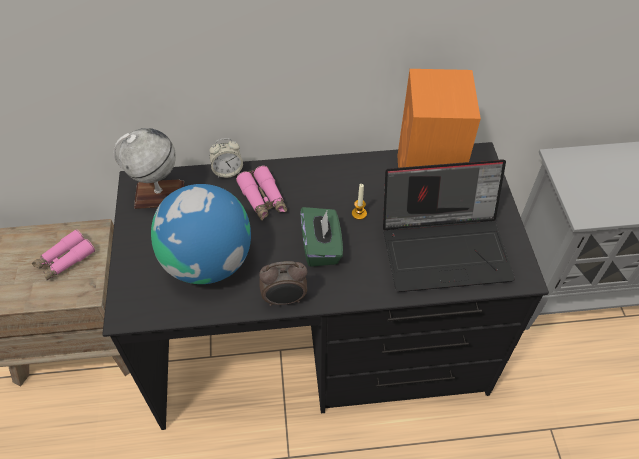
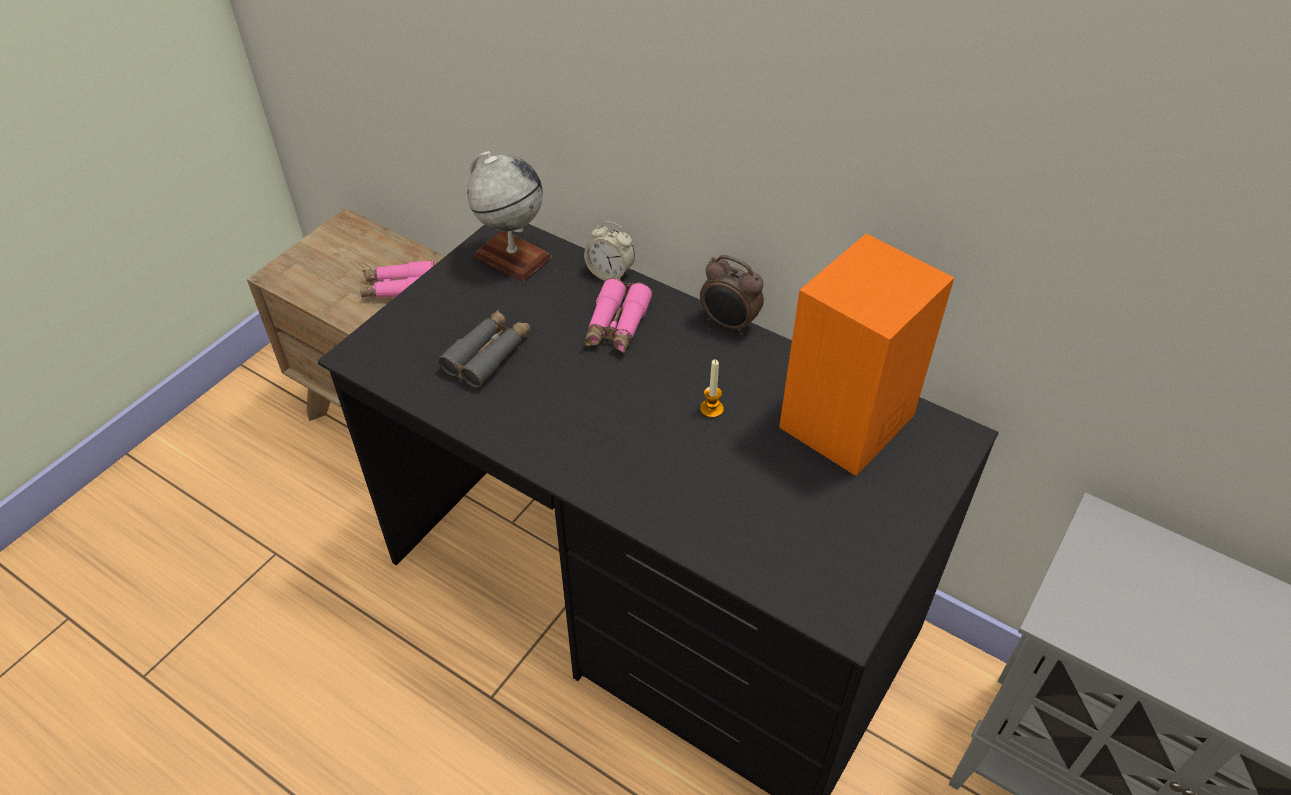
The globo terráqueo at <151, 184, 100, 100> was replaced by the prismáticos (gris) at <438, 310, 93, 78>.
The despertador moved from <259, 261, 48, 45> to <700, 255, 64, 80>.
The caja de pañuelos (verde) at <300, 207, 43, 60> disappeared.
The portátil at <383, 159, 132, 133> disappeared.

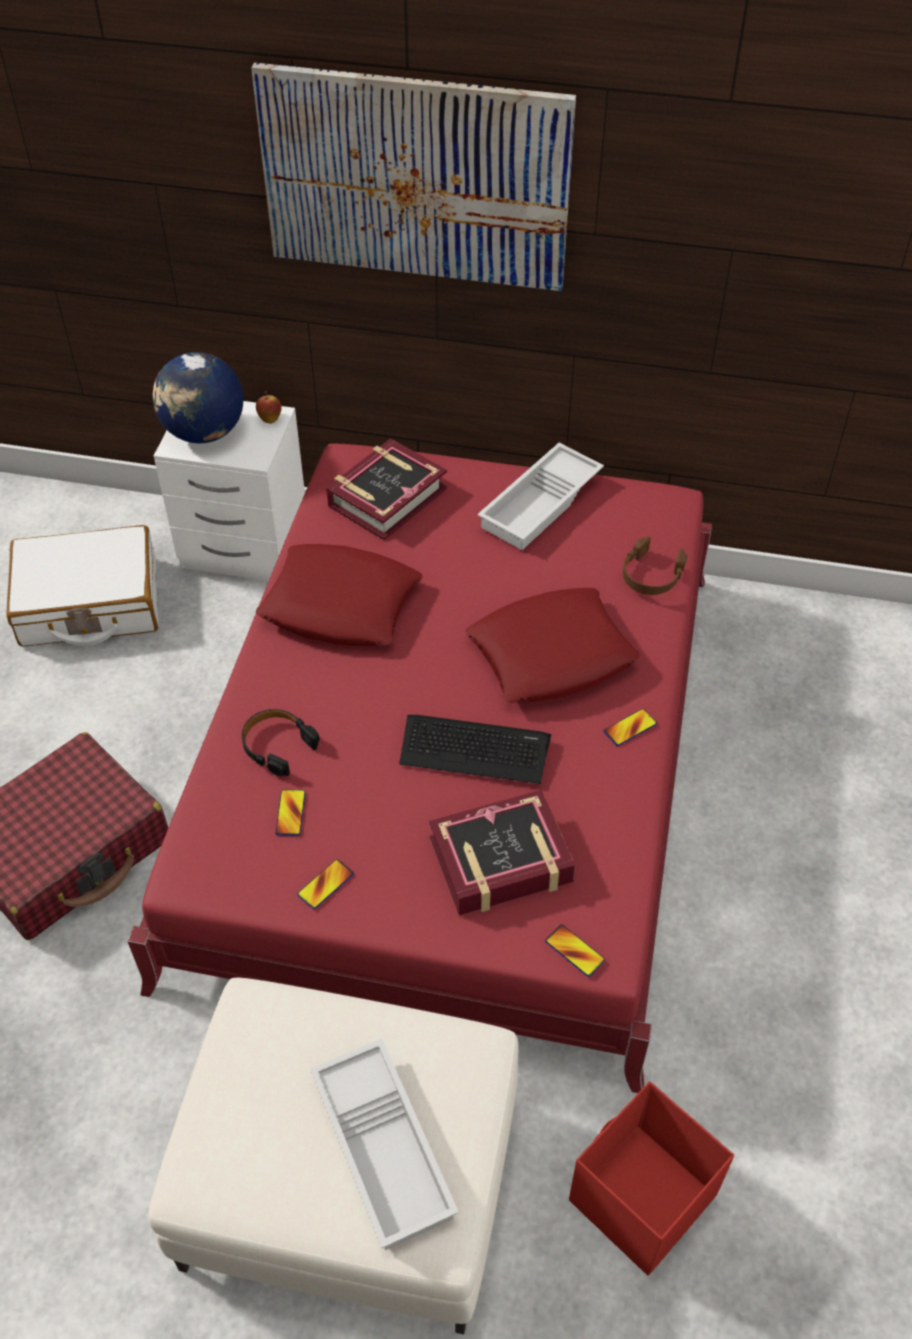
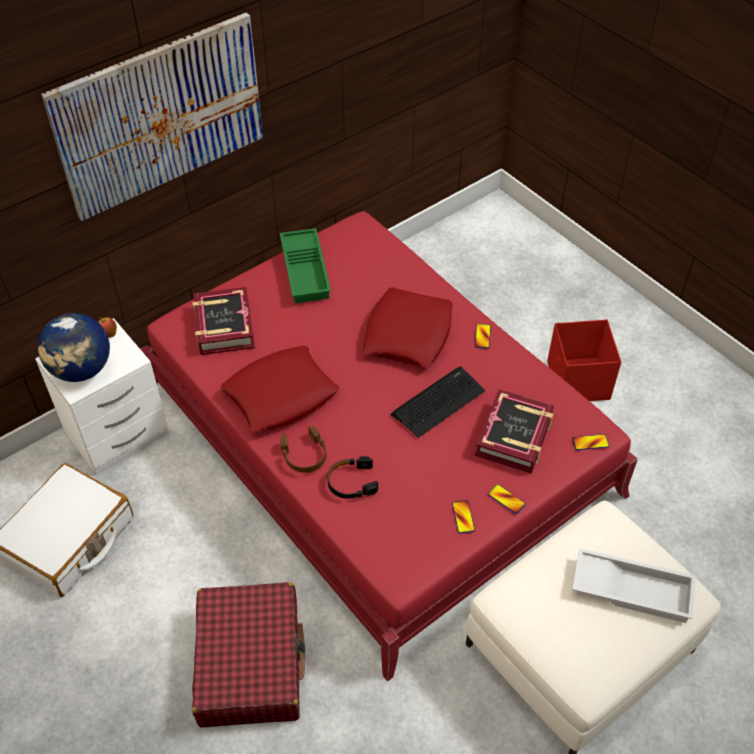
The móvil moved from <275, 789, 31, 47> to <488, 484, 38, 30>.
The bandeja (blanco) at <477, 443, 127, 107> became the bandeja (verde) at <280, 228, 51, 75>.
The caja de almacenaje (rojo) moved from <569, 1081, 165, 195> to <547, 319, 74, 82>.
The auriculares (marrón) moved from <623, 536, 64, 59> to <280, 426, 47, 47>.

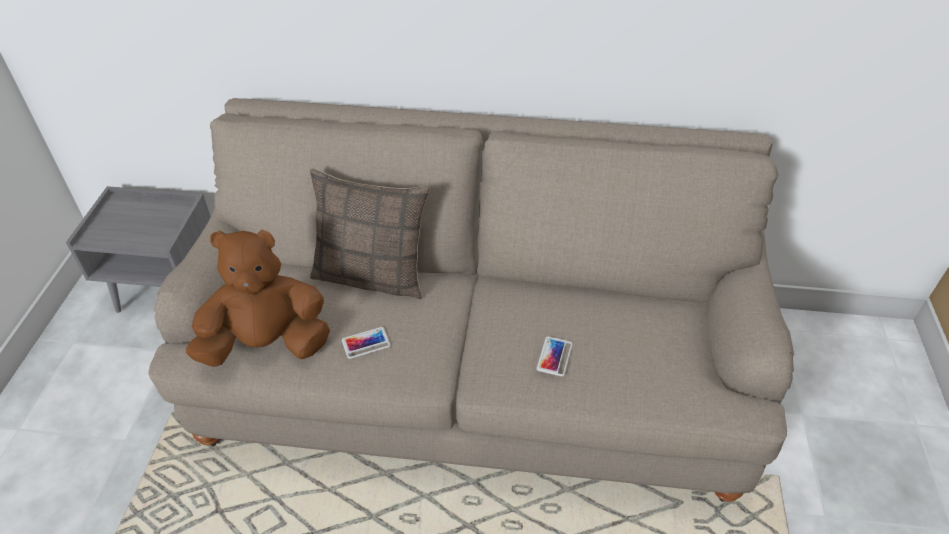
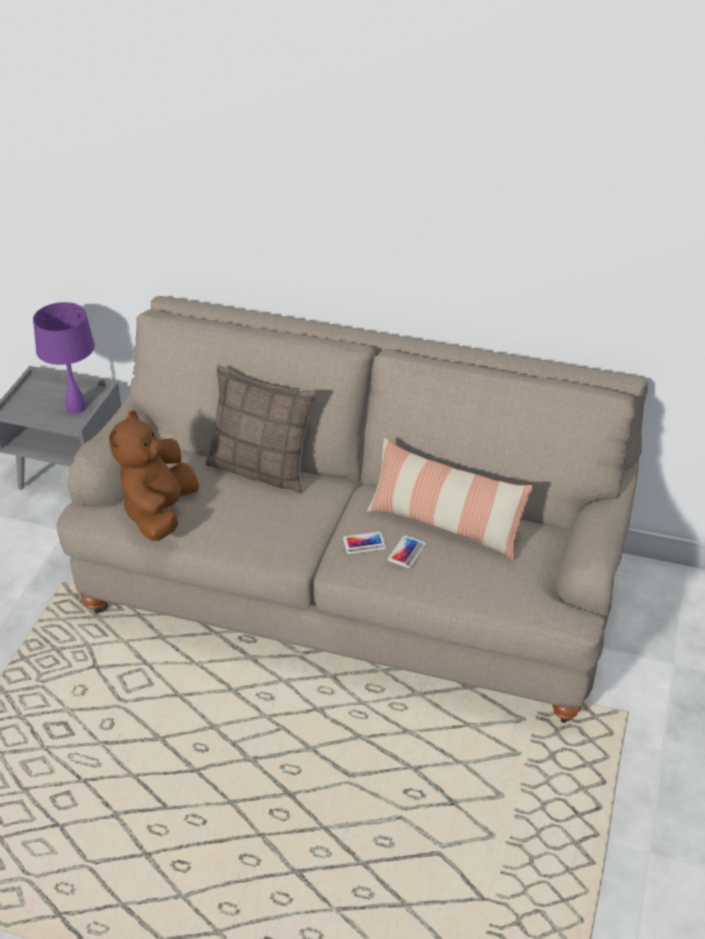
The peluche (marrón) at <186, 230, 144, 137> turned 75 degrees counterclockwise.
The móvil moved from <342, 327, 49, 32> to <343, 532, 43, 22>.
The lámpara de mesa (morado) at <33, 302, 62, 112> appeared.
The cojín at <367, 438, 166, 122> appeared.

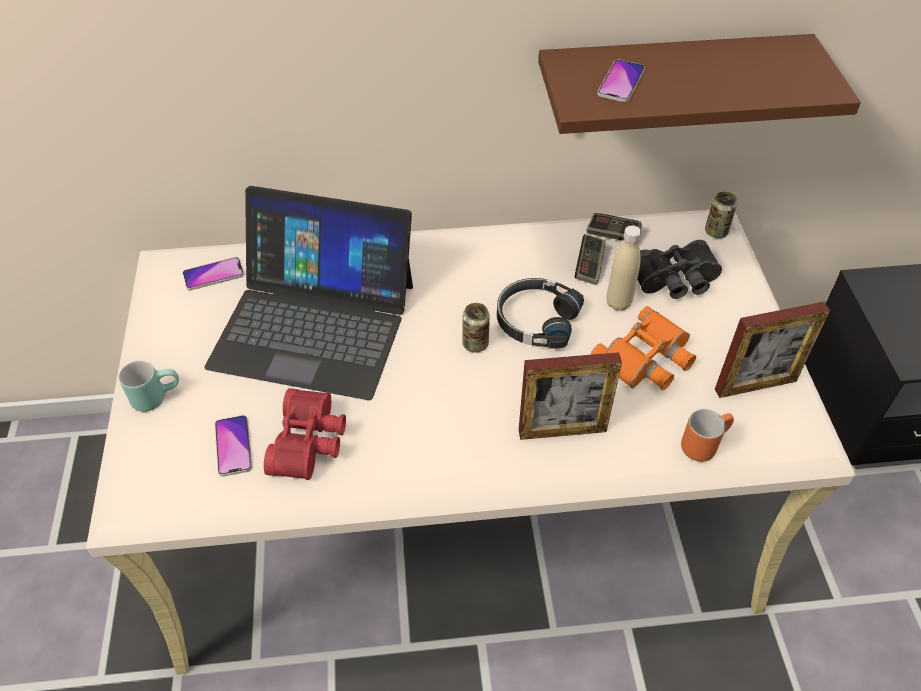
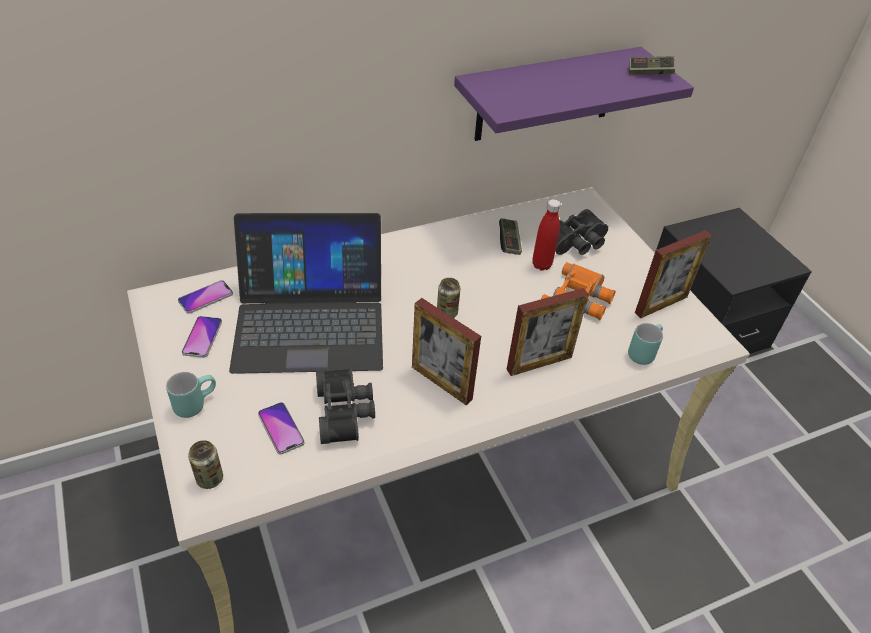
The prismáticos (rojo) at <264, 388, 82, 92> became the prismáticos (negro) at <316, 369, 59, 75>.
The auriculares (negro) at <497, 278, 87, 71> disappeared.
The estante (marrón) at <538, 34, 323, 100> became the estante (morado) at <454, 47, 240, 94>.
The mando de consola moved from <587, 213, 55, 28> to <629, 57, 46, 18>.
The móvil moved from <597, 59, 48, 43> to <182, 316, 40, 42>.
The botella (beis) at <606, 225, 36, 86> became the botella (rojo) at <532, 199, 29, 72>.
The taza grande (naranja) at <681, 409, 53, 53> became the taza grande (turquesa) at <628, 323, 35, 42>.
The lata moved from <705, 192, 32, 46> to <188, 440, 35, 49>.
The portarretratos at <412, 298, 69, 107> appeared.

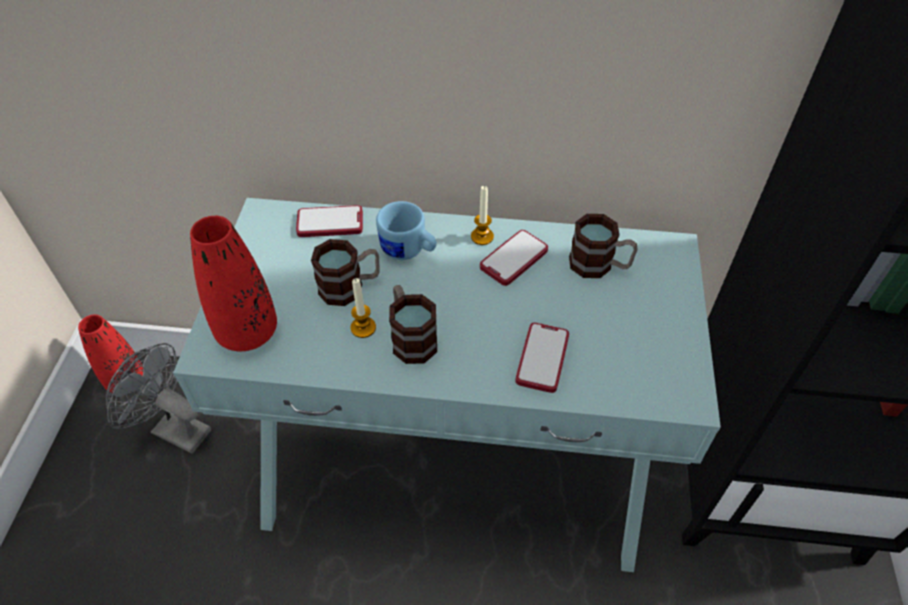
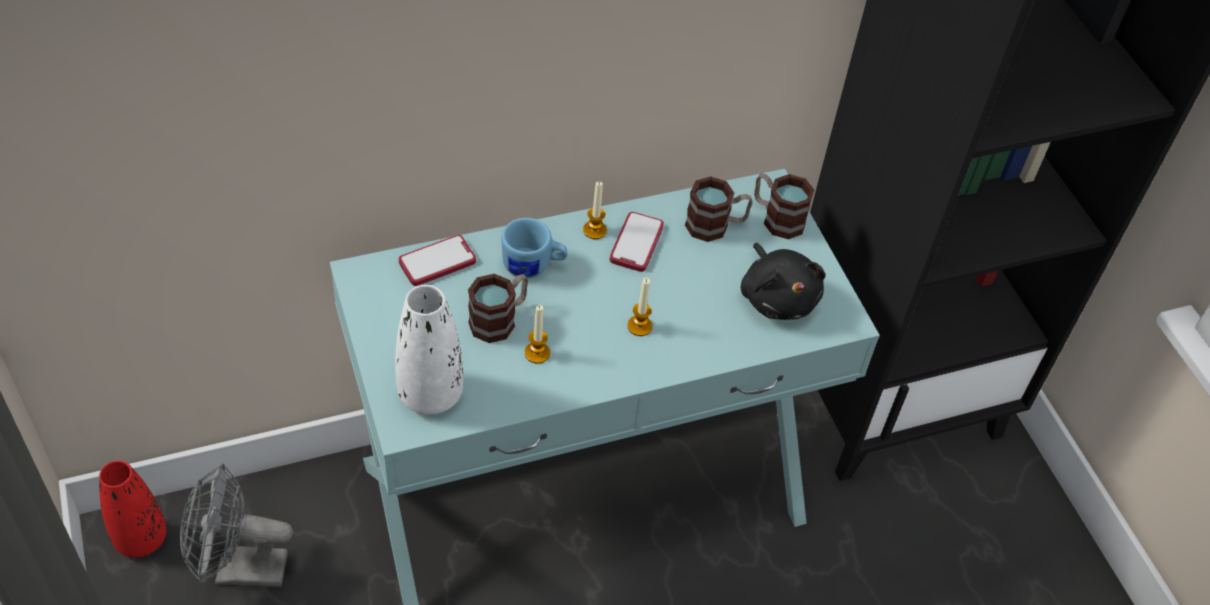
The florero (rojo) at <190, 216, 87, 135> became the florero (blanco) at <395, 285, 68, 130>.
The taza grande moved from <389, 285, 48, 79> to <754, 173, 60, 66>.
The móvil at <515, 323, 54, 70> disappeared.
The vela at <627, 278, 26, 58> appeared.
The peluche (negro) at <741, 243, 85, 77> appeared.

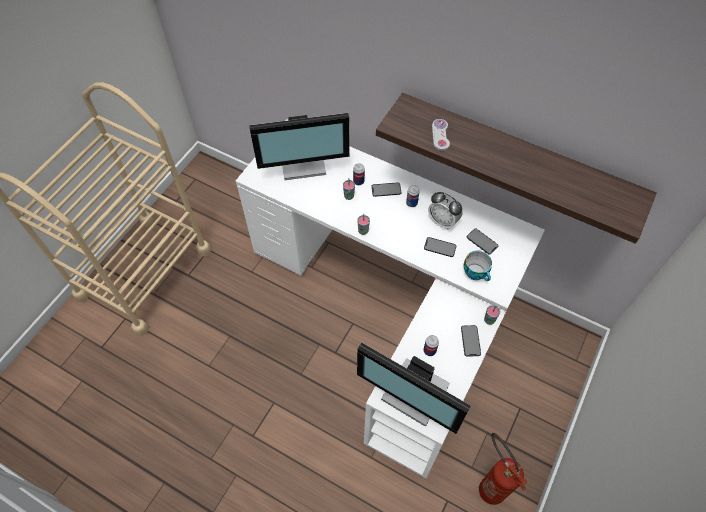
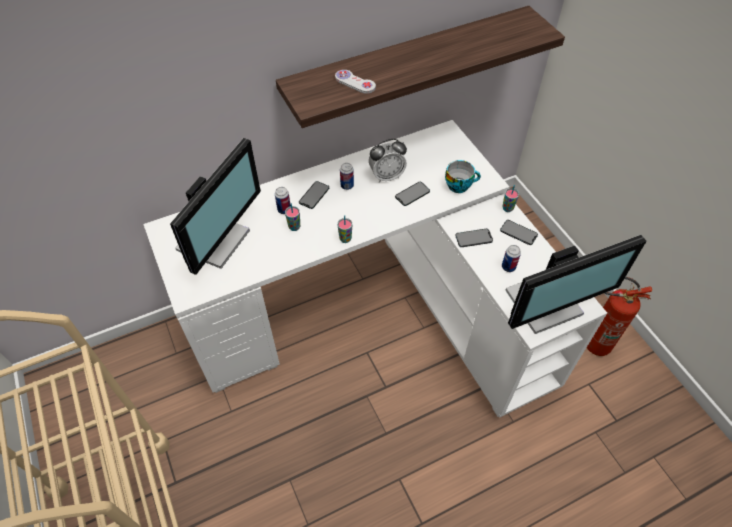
The móvil moved from <467, 228, 31, 27> to <455, 229, 38, 18>.

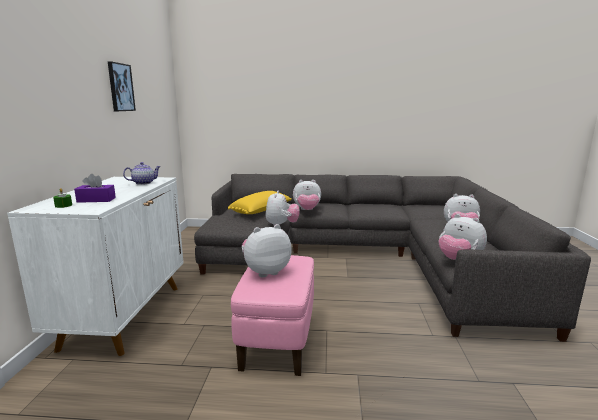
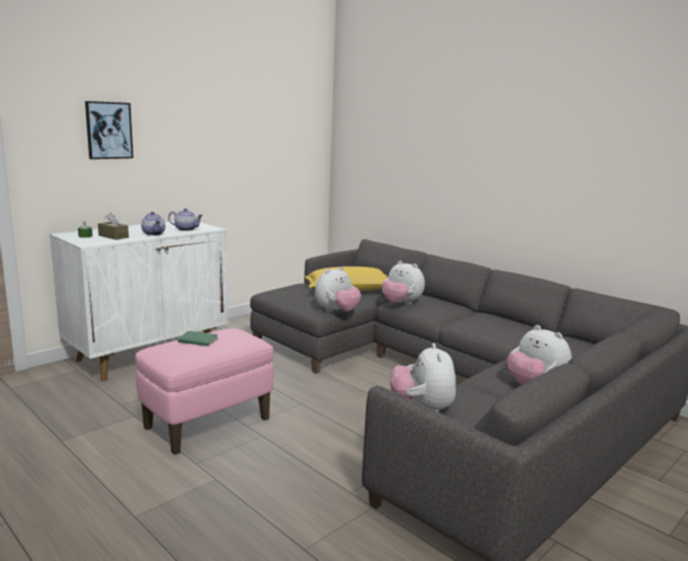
The caja de pañuelos (morado) at <74, 174, 42, 29> became the caja de pañuelos (marrón) at <98, 213, 31, 27>.
The cuadro moved from <108, 61, 28, 50> to <85, 101, 48, 58>.
The peluche at <242, 224, 50, 54> was replaced by the libro (verde) at <178, 331, 40, 15>.
The tetera at <141, 212, 24, 23> appeared.

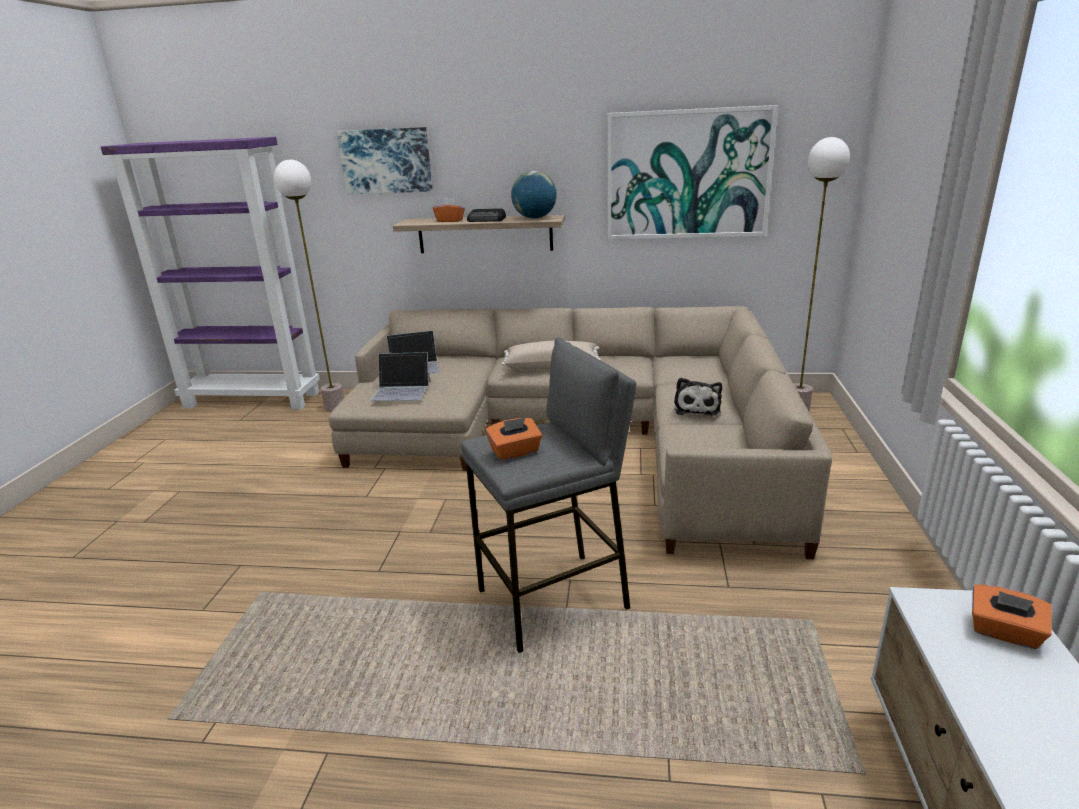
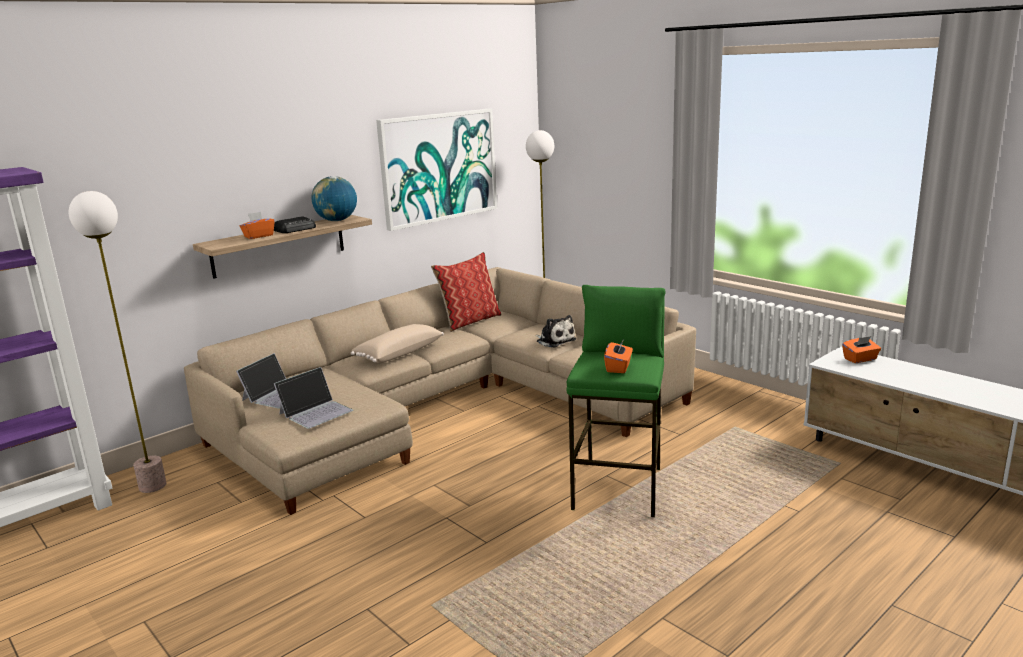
The cuadro at <337, 127, 96, 67> disappeared.
The taburete (gris) at <461, 337, 175, 316> became the taburete (verde) at <567, 285, 99, 232>.
The cojín at <431, 252, 70, 80> appeared.

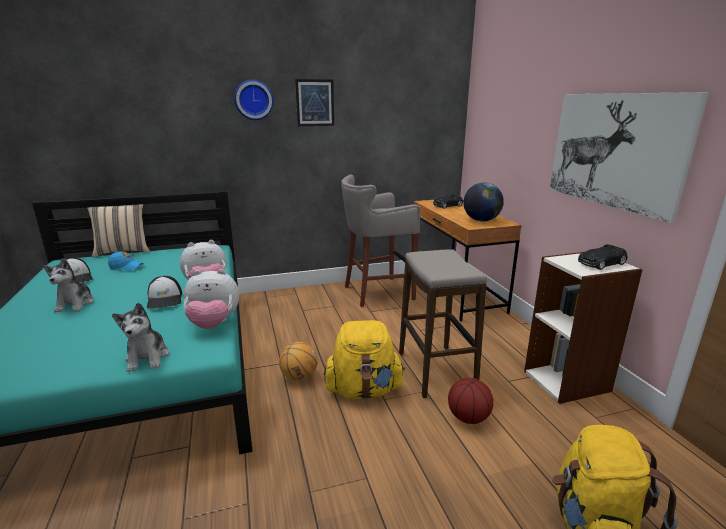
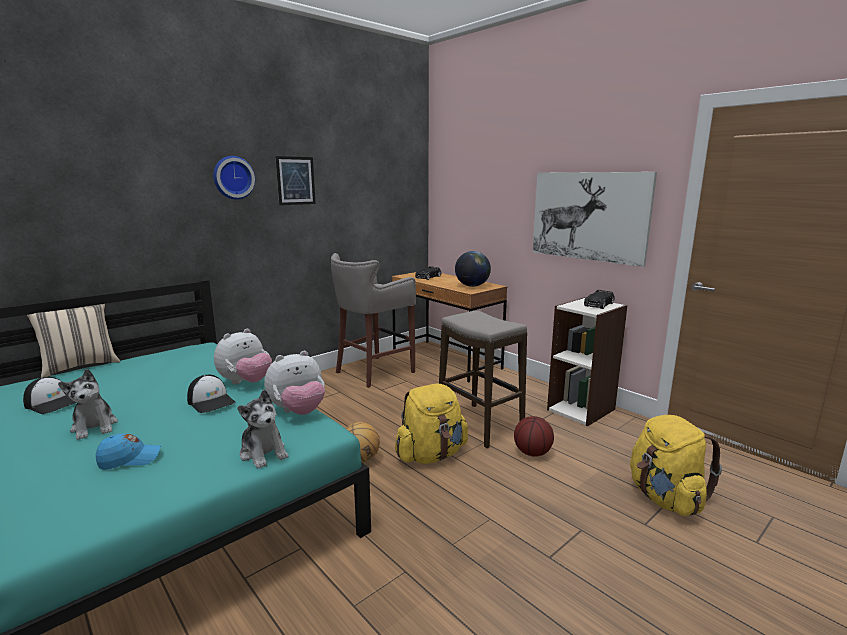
The gorra (azul) moved from <108, 251, 36, 20> to <96, 434, 65, 36>.

